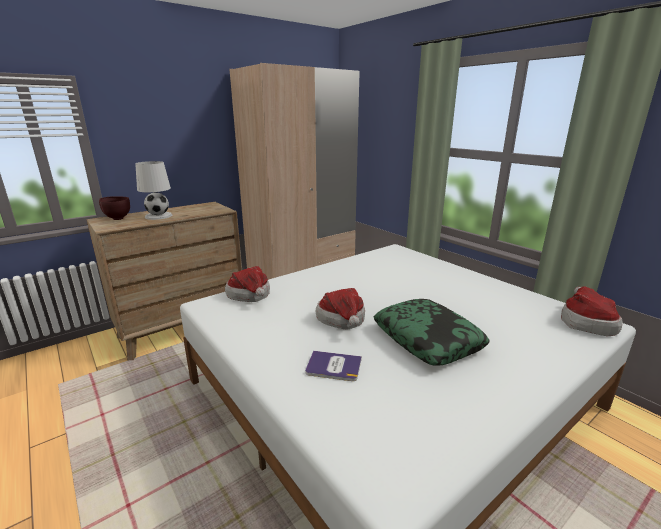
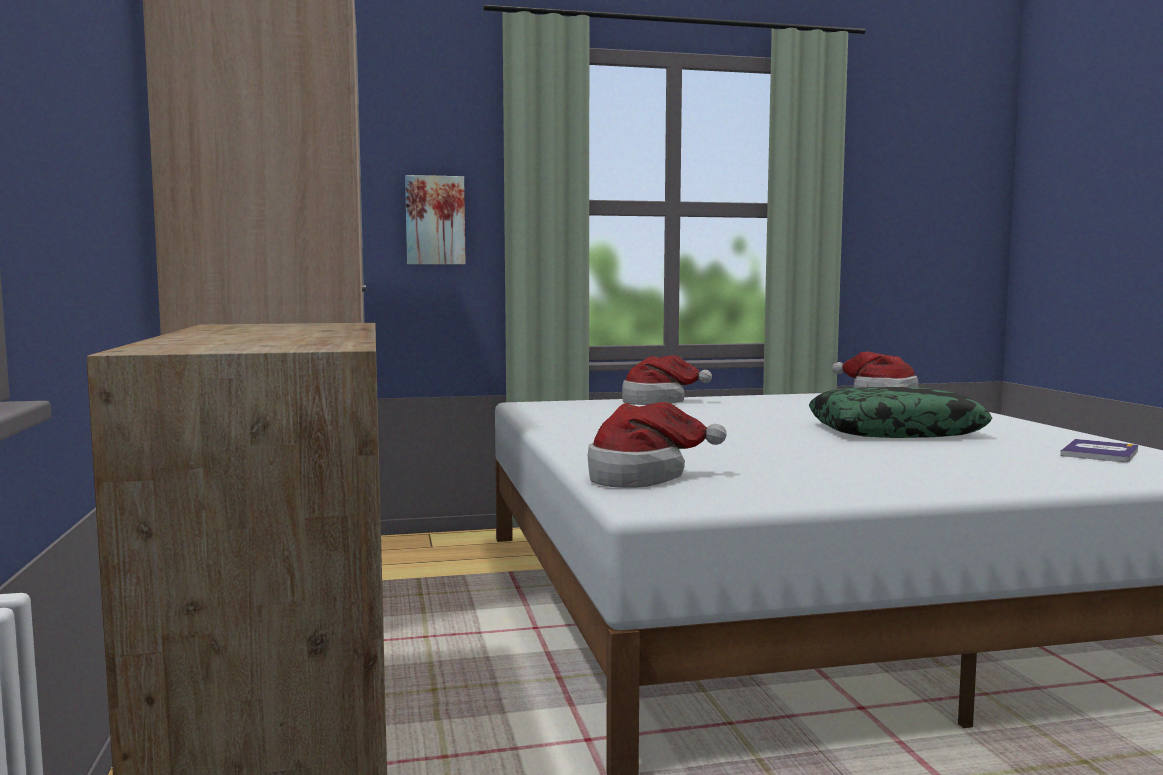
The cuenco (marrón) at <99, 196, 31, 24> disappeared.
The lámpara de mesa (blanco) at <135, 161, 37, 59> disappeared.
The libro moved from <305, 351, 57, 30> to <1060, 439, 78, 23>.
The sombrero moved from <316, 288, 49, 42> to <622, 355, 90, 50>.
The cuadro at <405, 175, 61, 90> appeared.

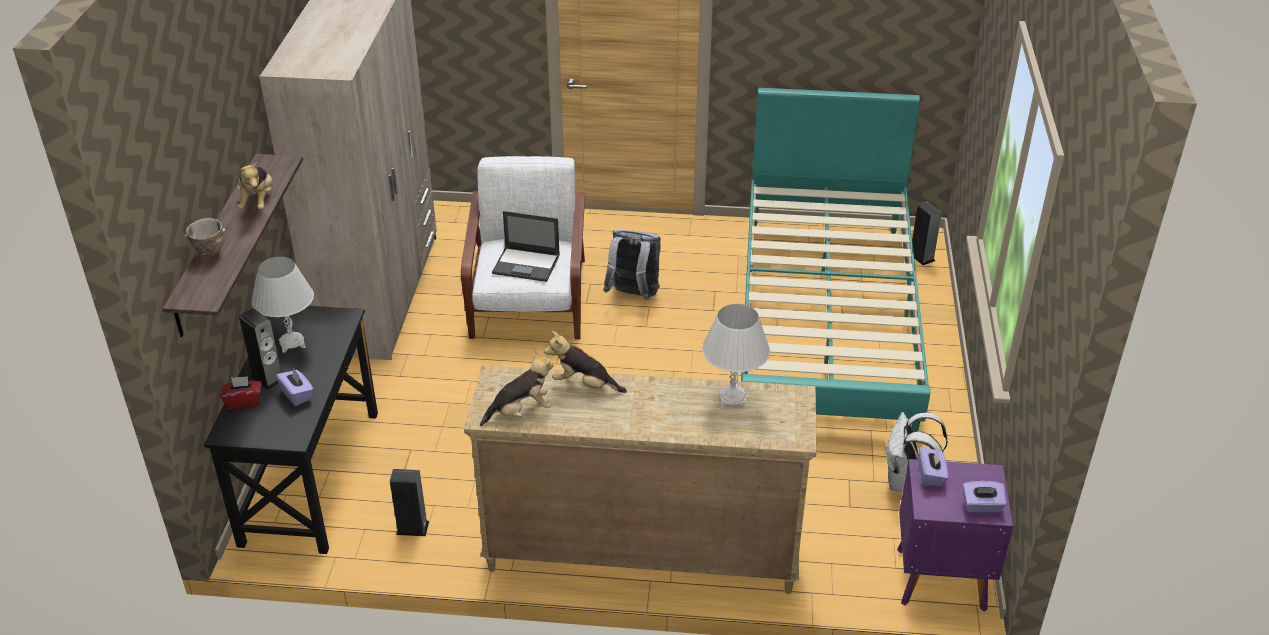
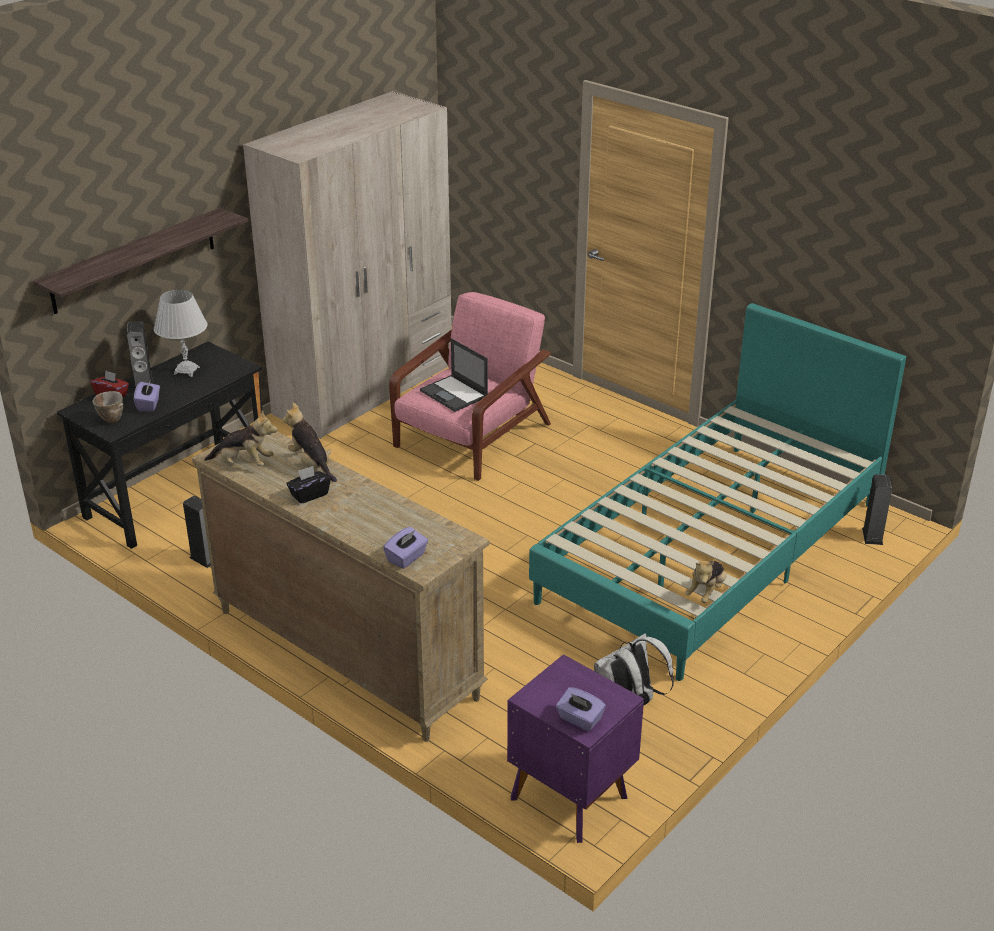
The cuenco moved from <185, 218, 40, 39> to <93, 391, 30, 32>.
The peluche moved from <237, 161, 35, 49> to <685, 561, 42, 42>.
The sillón (blanco) at <461, 156, 124, 184> became the sillón (rosa) at <389, 292, 162, 189>.
The mochila (gris) at <604, 230, 57, 70> disappeared.
The lámpara de mesa (blanco) at <702, 304, 68, 103> disappeared.
The caja de pañuelos (morado) moved from <919, 447, 29, 39> to <383, 527, 45, 42>.
The caja de pañuelos (negro) at <286, 466, 45, 38> appeared.

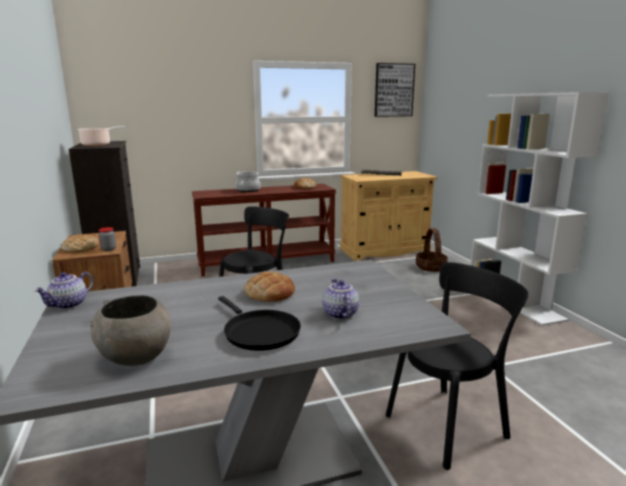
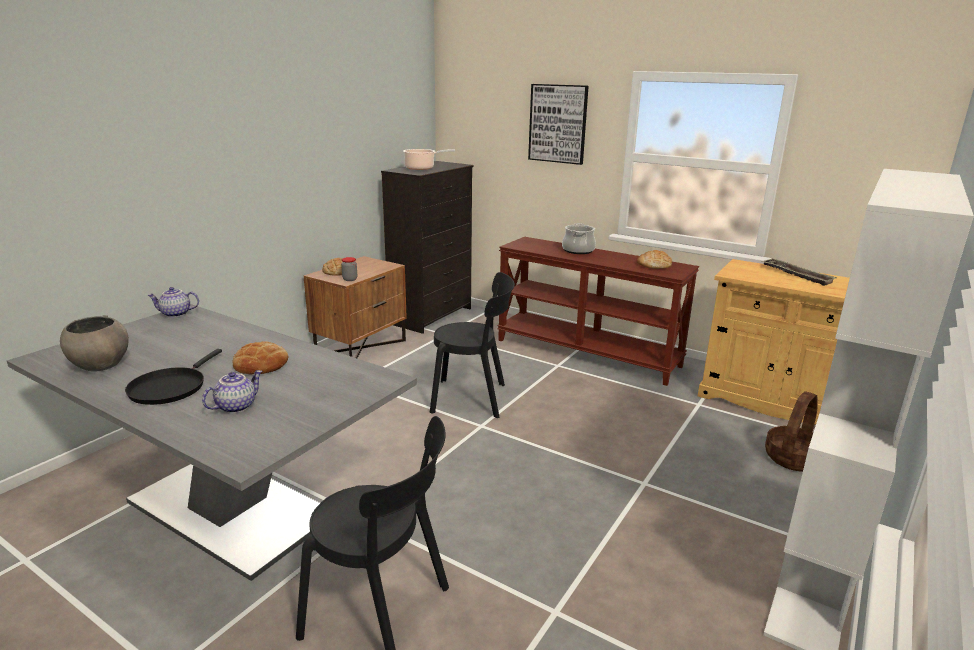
The cuadro moved from <375, 63, 40, 54> to <528, 84, 61, 81>.

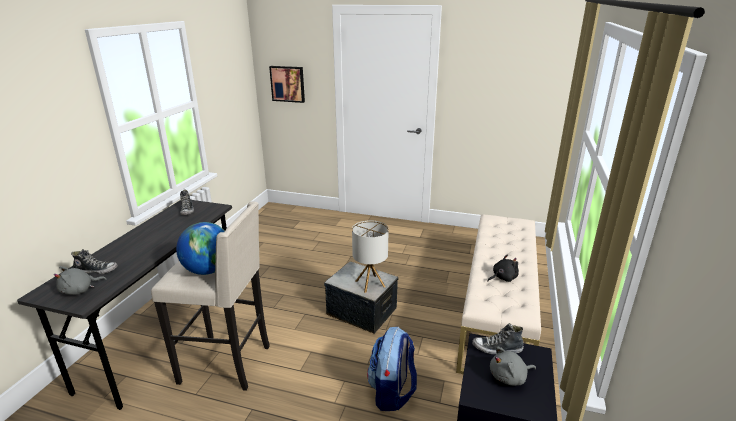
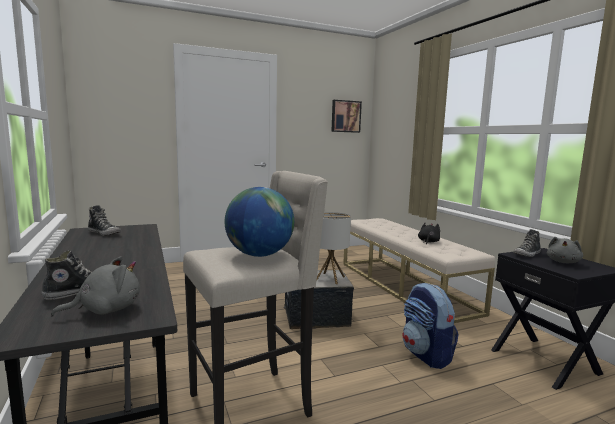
The peluche (gris) at <54, 266, 53, 29> turned 135 degrees counterclockwise.
The cuadro moved from <269, 66, 36, 37> to <331, 100, 31, 33>.

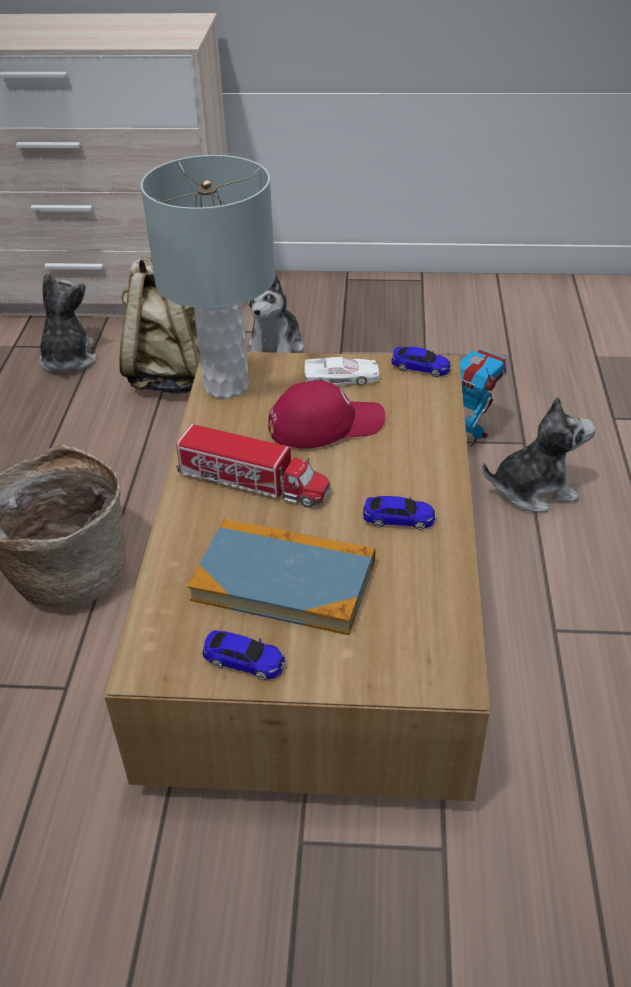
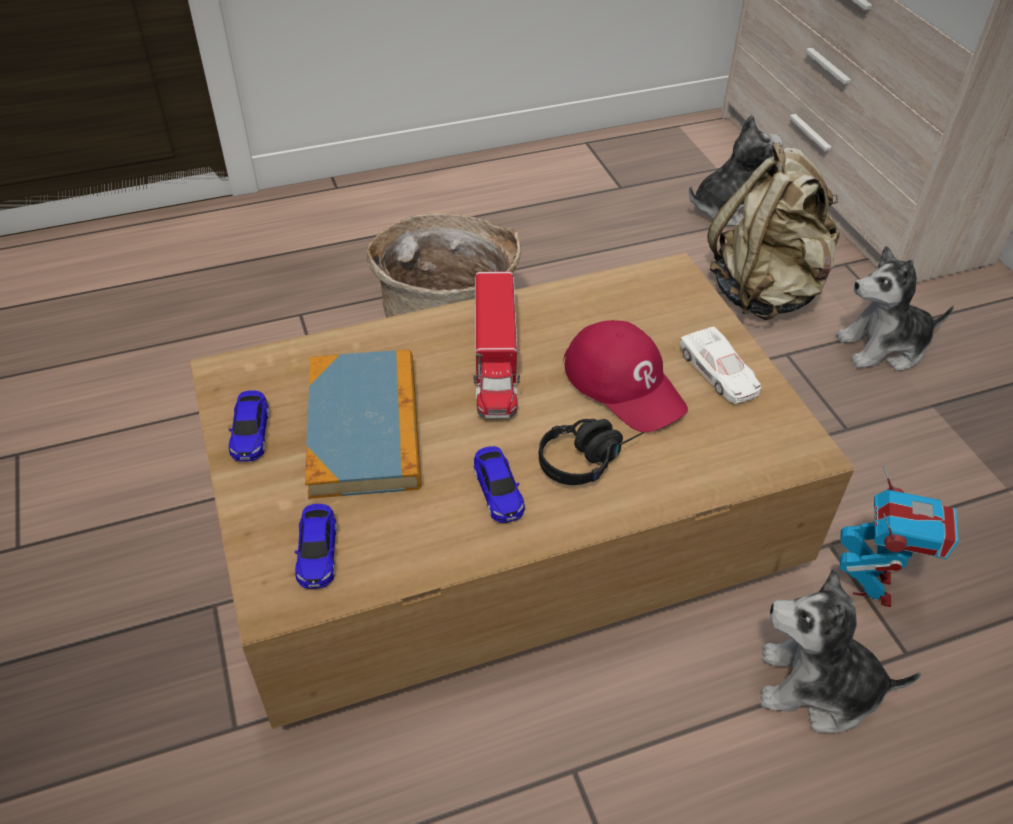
The lámpara de mesa (gris) at <141, 155, 134, 244> disappeared.
The coche de juguete moved from <391, 346, 60, 31> to <295, 504, 42, 85>.
The peluche at <483, 396, 113, 116> turned 135 degrees clockwise.
The auriculares (negro) at <538, 419, 106, 66> appeared.

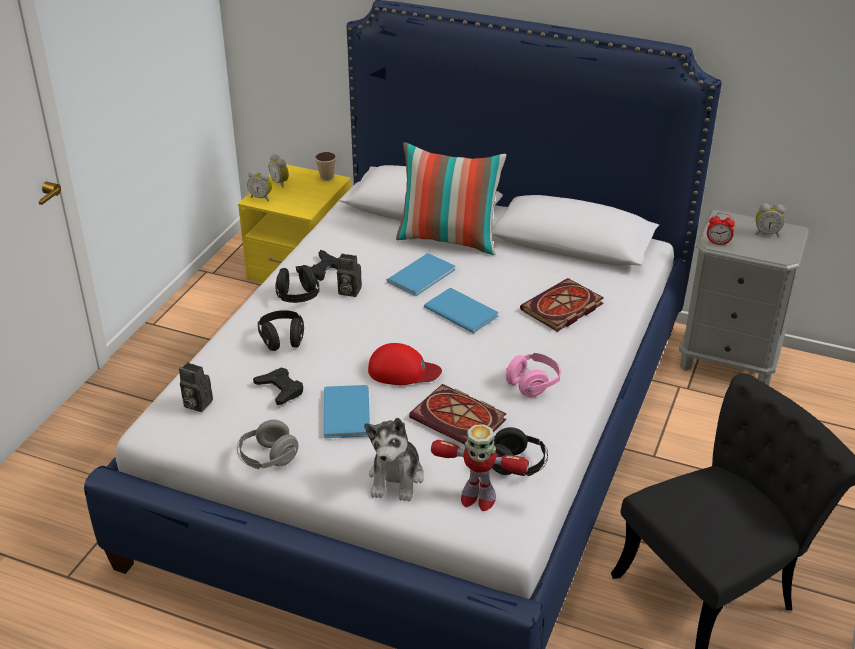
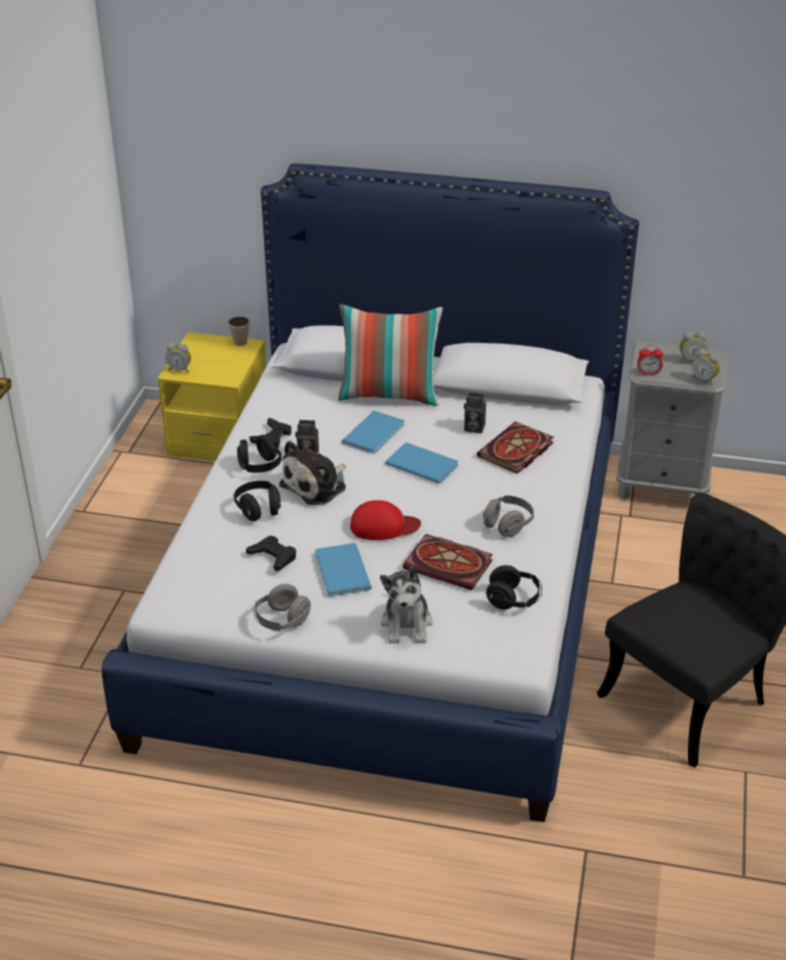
The cámara moved from <179, 362, 34, 50> to <464, 392, 22, 41>.
The despertador moved from <269, 154, 20, 34> to <692, 349, 28, 37>.
The robot de juguete at <431, 424, 98, 87> disappeared.
The auriculares (rosa) at <506, 353, 55, 44> became the auriculares (gris) at <483, 495, 51, 42>.
The peluche at <279, 441, 67, 64> appeared.

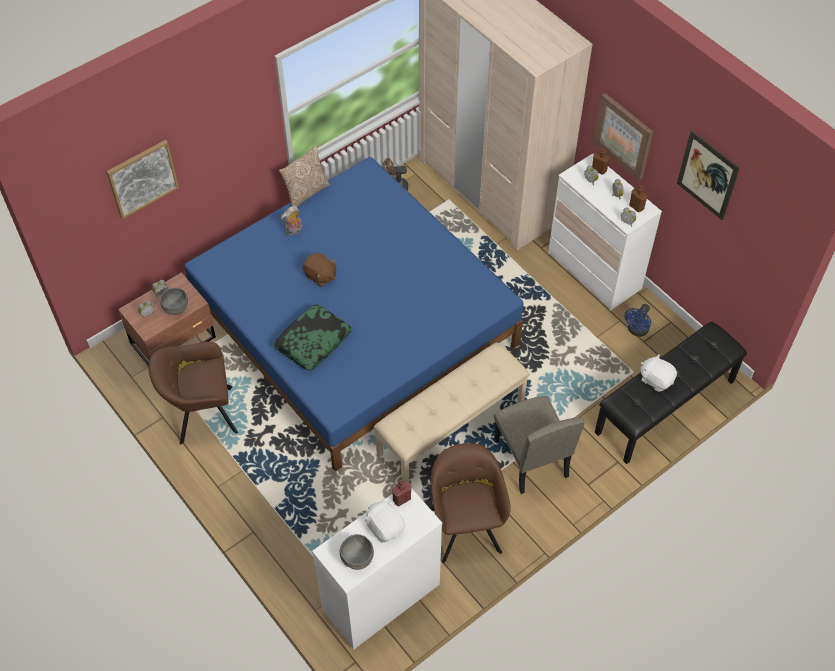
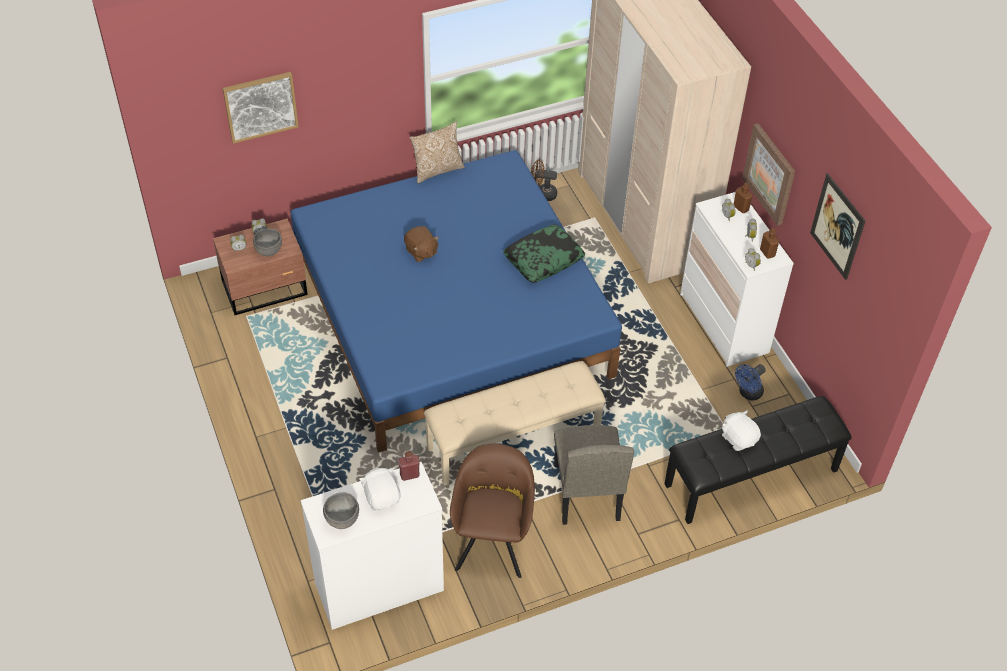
The sillón (marrón) at <149, 342, 89, 103> disappeared.
The cojín moved from <273, 304, 79, 67> to <503, 224, 82, 59>.
The peluche at <281, 206, 21, 30> disappeared.

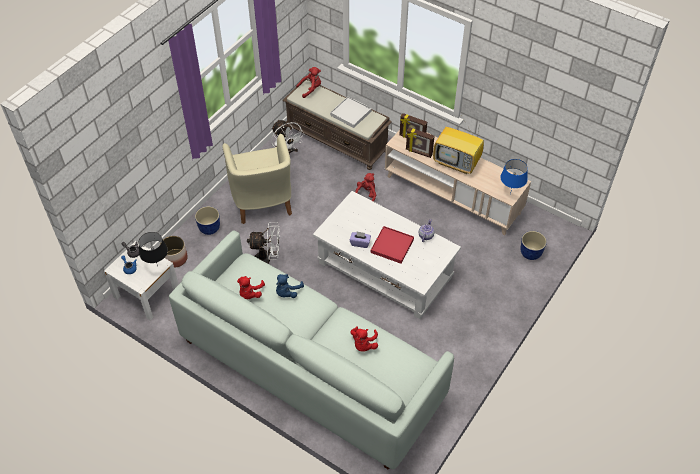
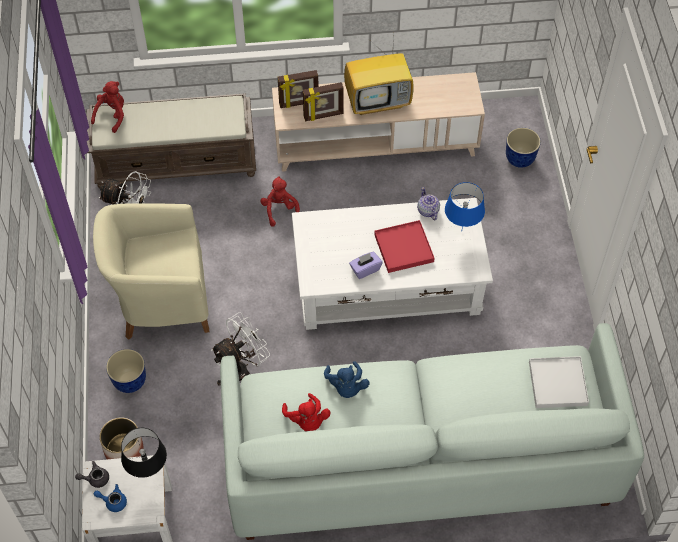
The sillón (beis) at <222, 134, 70, 90> turned 135 degrees clockwise.
The bandeja (blanco) moved from <330, 96, 41, 32> to <529, 356, 60, 52>.
The peluche (rojo) at <350, 326, 28, 26> disappeared.
The lámpara de mesa (azul) moved from <500, 159, 28, 35> to <445, 182, 40, 46>.

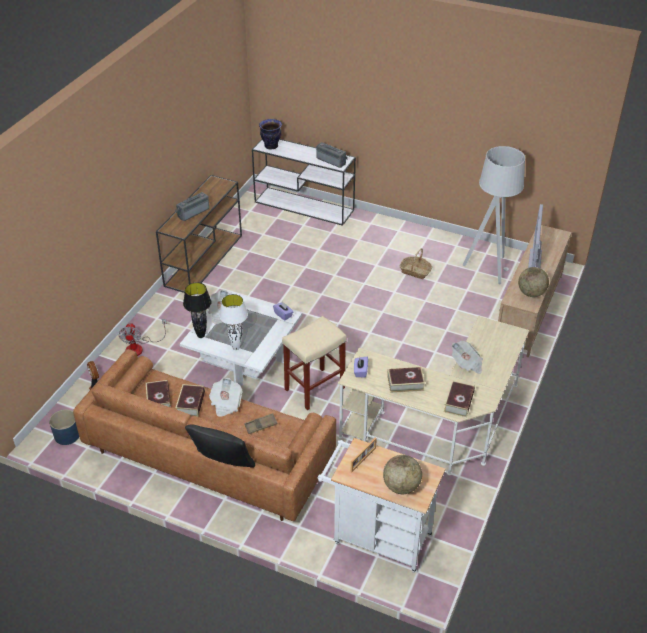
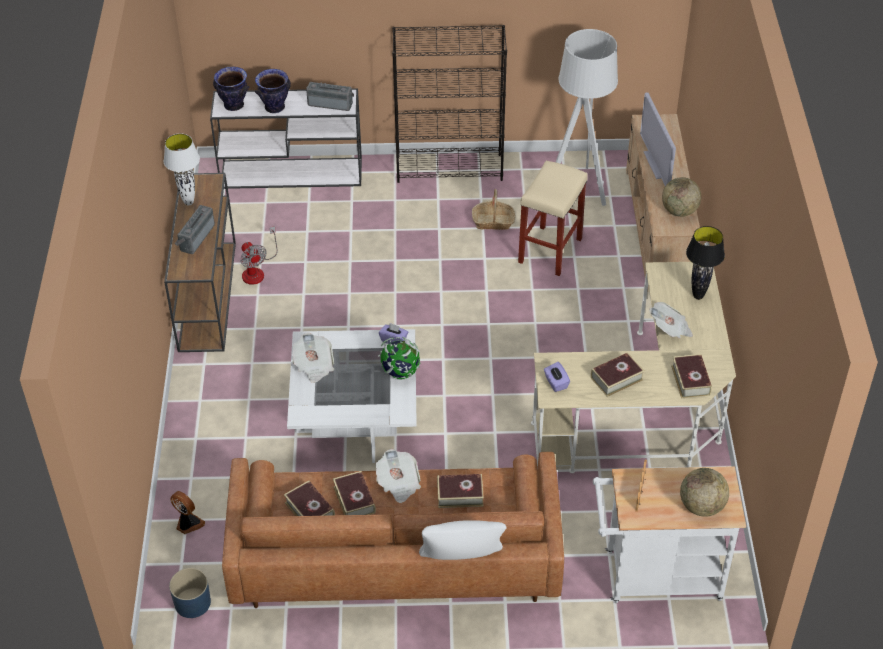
The ventilador moved from <119, 319, 48, 37> to <240, 226, 38, 59>.
The lámpara de mesa (negro) moved from <183, 282, 29, 56> to <686, 226, 39, 74>.
The cojín (negro) at <185, 424, 70, 44> became the cojín (blanco) at <419, 520, 88, 40>.
The lámpara de mesa (blanco) moved from <219, 294, 29, 56> to <163, 134, 37, 71>.
The bandeja (marrón) at <244, 413, 33, 21> was replaced by the libro at <437, 474, 47, 34>.
The taburete (beis) moved from <282, 316, 65, 94> to <518, 161, 70, 115>.
The florero at <255, 69, 36, 44> appeared.
The globo terráqueo at <378, 337, 42, 43> appeared.
The estantería (negro) at <392, 25, 115, 158> appeared.

